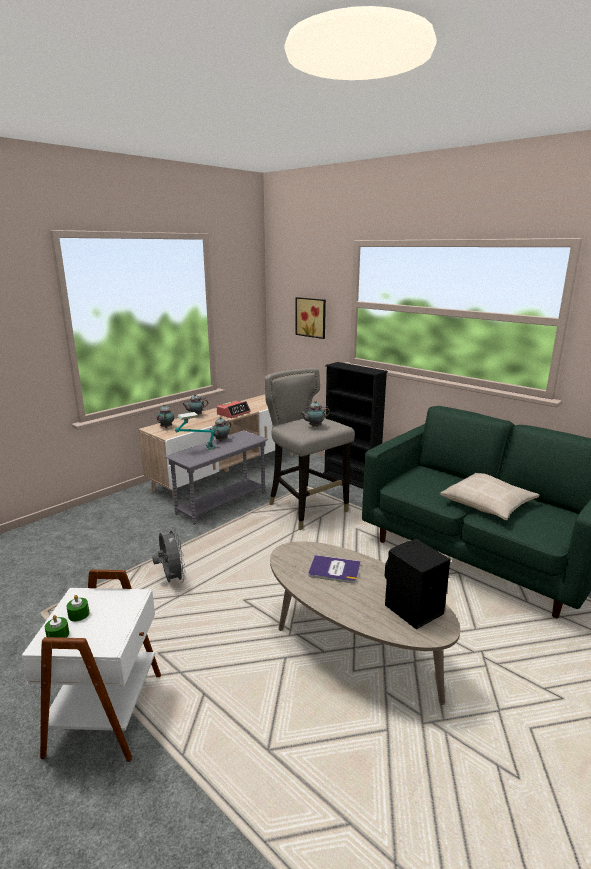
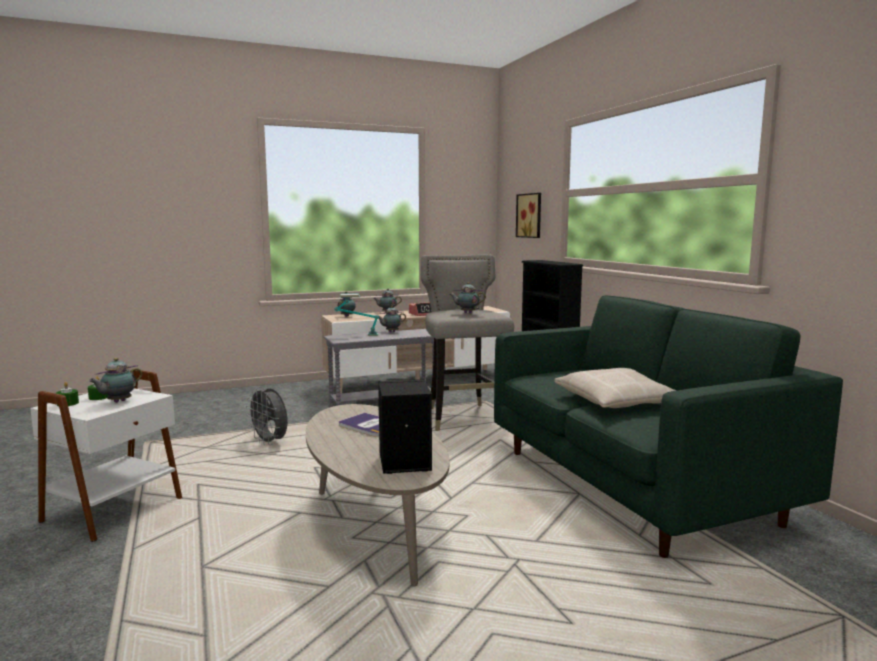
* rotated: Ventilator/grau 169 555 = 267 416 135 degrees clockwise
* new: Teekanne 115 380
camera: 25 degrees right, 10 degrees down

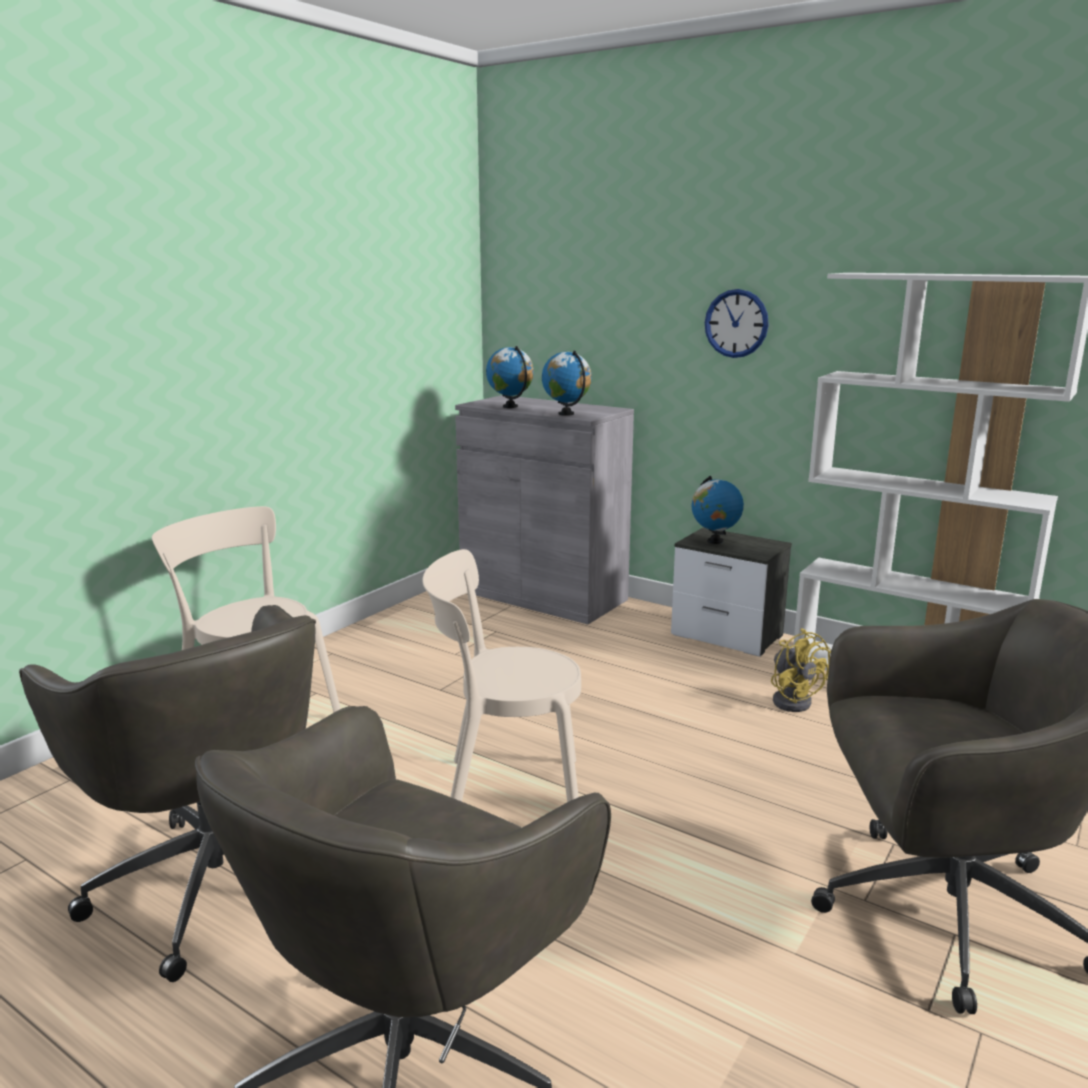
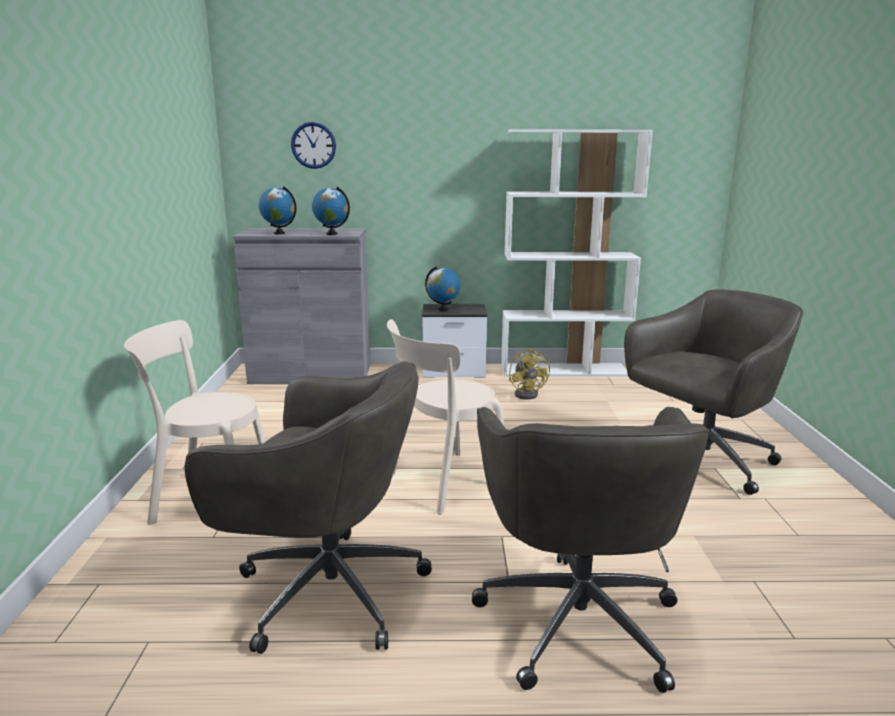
* shifted: Wanduhr 737 323 to 313 145
* rotated: Ventilator/gelb 801 670 = 529 374 45 degrees clockwise
camera: 35 degrees left, 0 degrees up

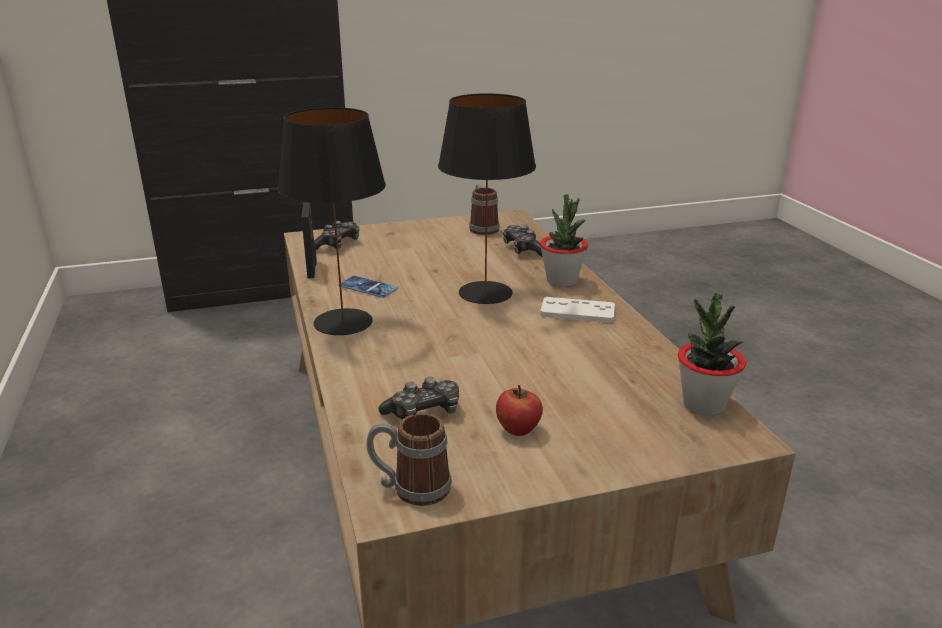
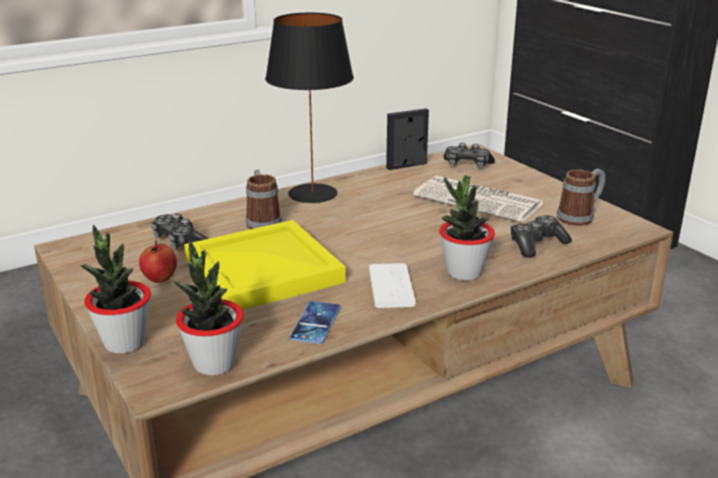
* gone: Tischlampe/schwarz 487 198
* shifted: Handy 369 287 to 315 322
* shifted: Henkelbecher 409 459 to 264 199
* new: Zeitung 478 199
* new: Tablett/gelb 265 265
* new: Topfpflanze 115 289
camera: 75 degrees right, 0 degrees up

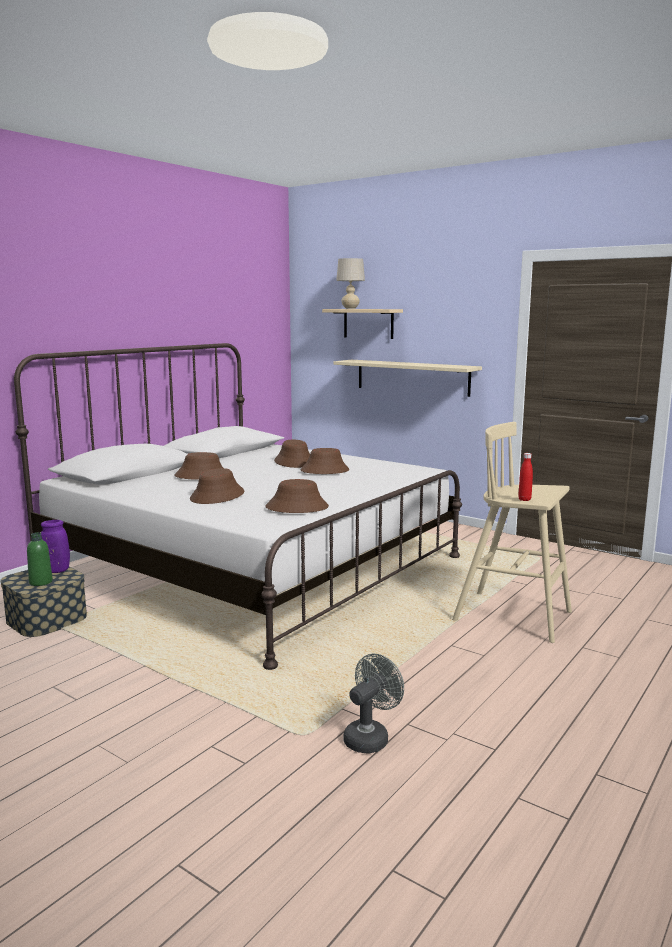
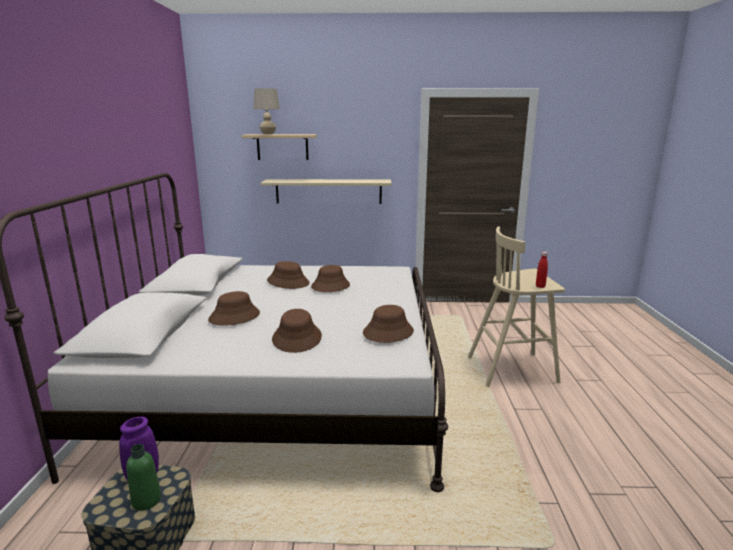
* gone: Ventilator/grau 374 704
camera: 35 degrees left, 5 degrees up

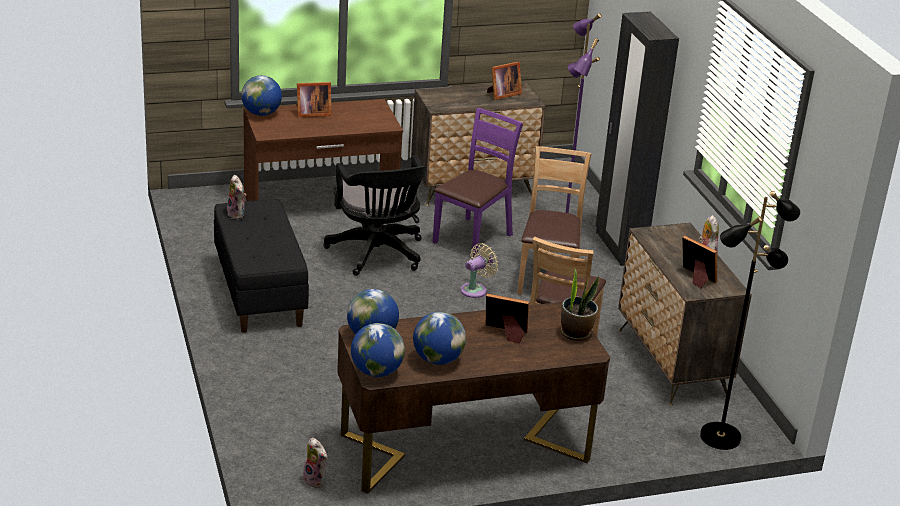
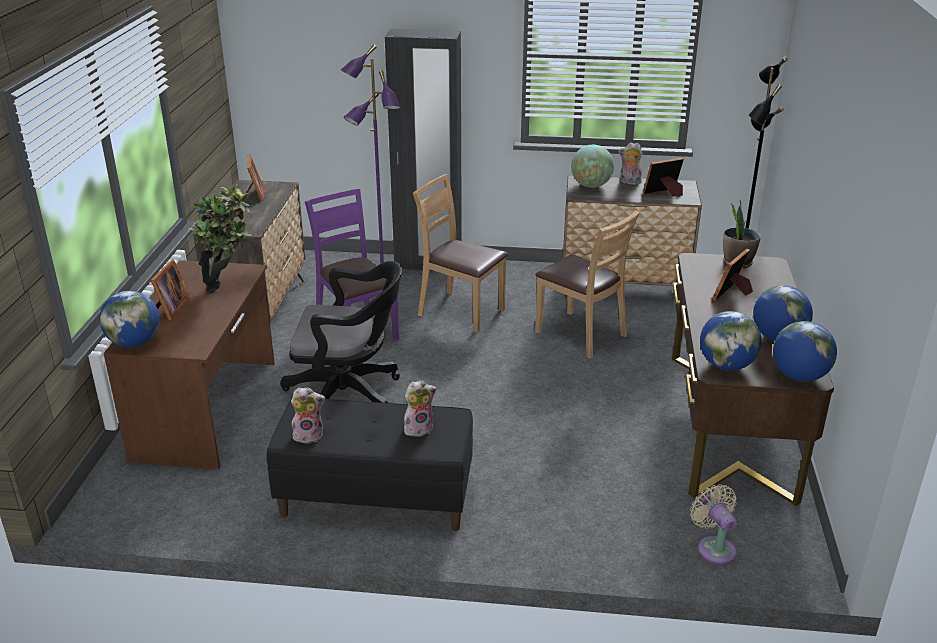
* shifted: Ventilator/beige 479 270 to 713 524
* shifted: Plüschtier 315 463 to 420 408
* new: Globus 592 166
* new: Topfpflanze 220 239
camera: 65 degrees left, 0 degrees up

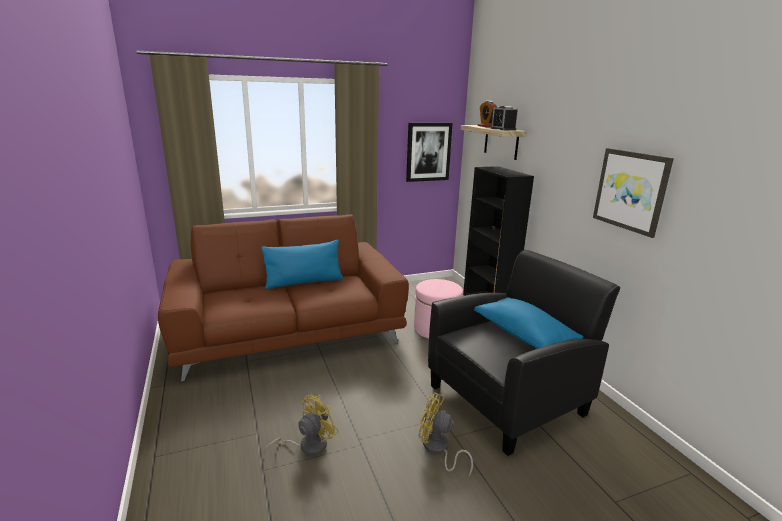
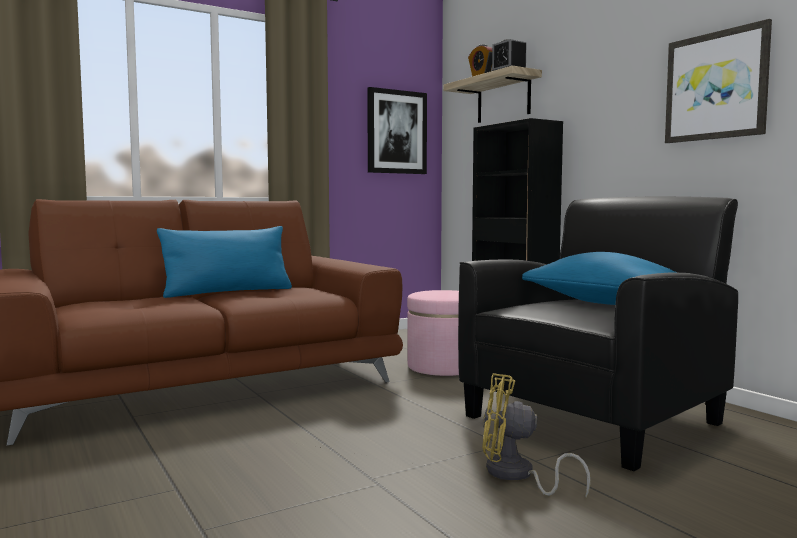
* gone: Ventilator/gelb 301 424
camera: 10 degrees left, 15 degrees down

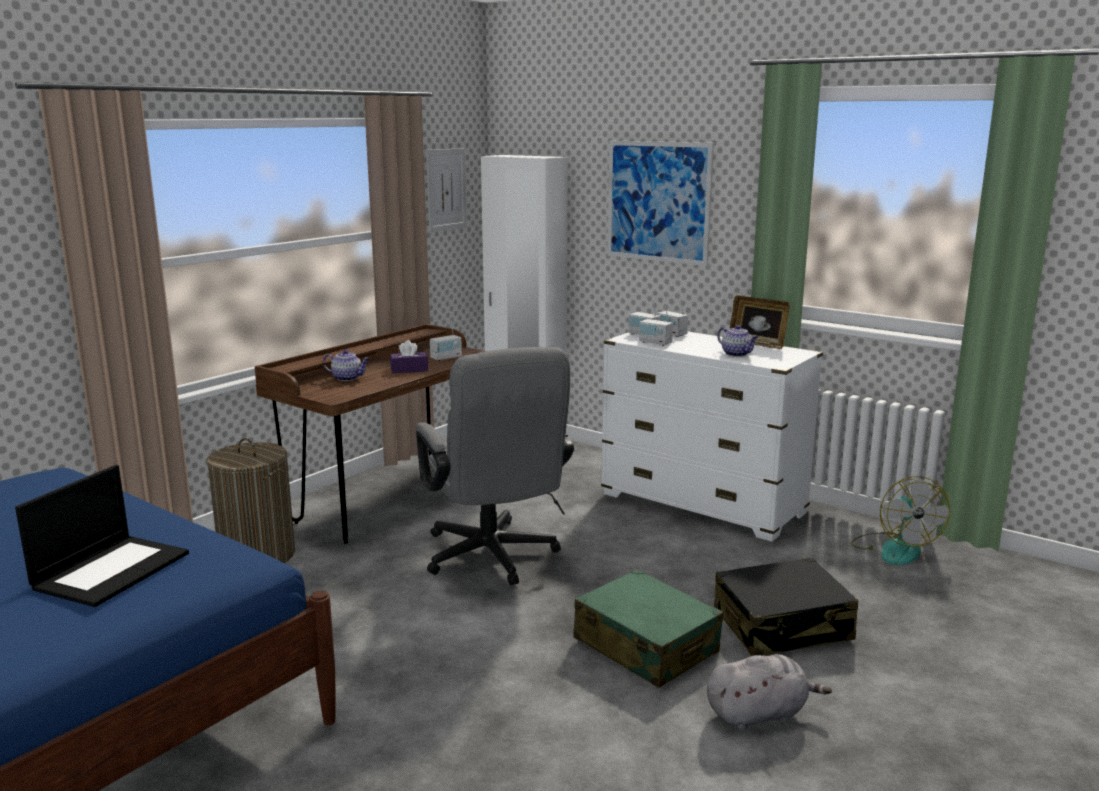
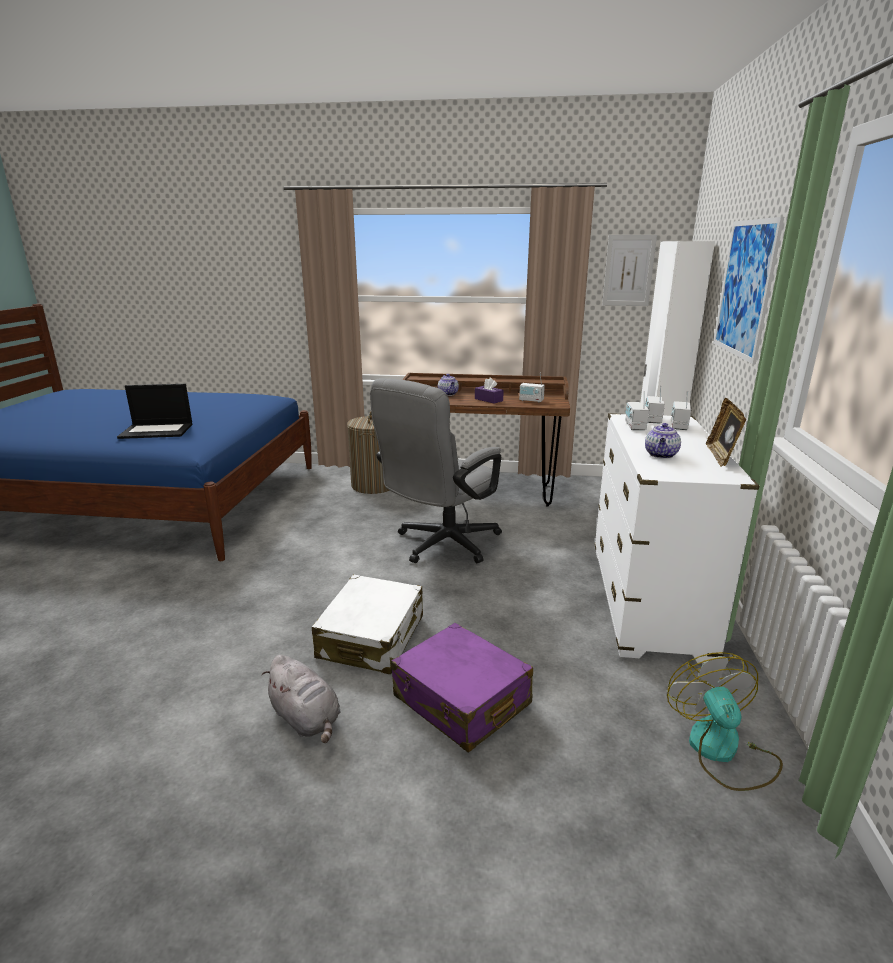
* rotated: Ventilator 900 520 = 725 721 120 degrees clockwise
* repainted: Koffer/schwarz 786 606 to Koffer/lila 462 688
* repainted: Koffer/grün 648 628 to Koffer/weiß 367 624
camera: 60 degrees right, 5 degrees up

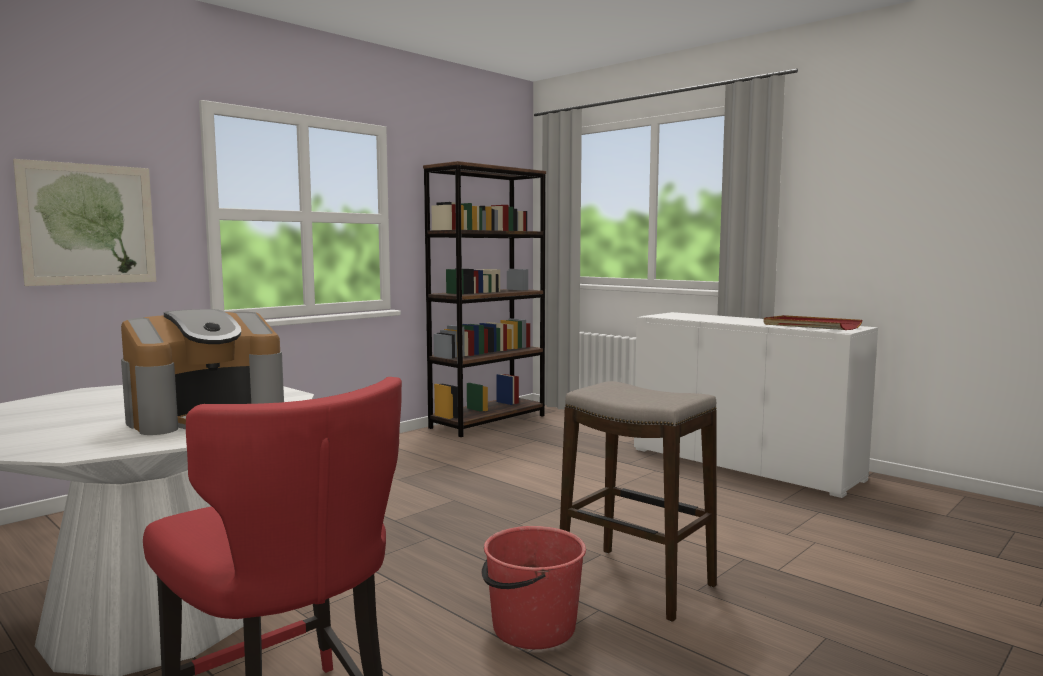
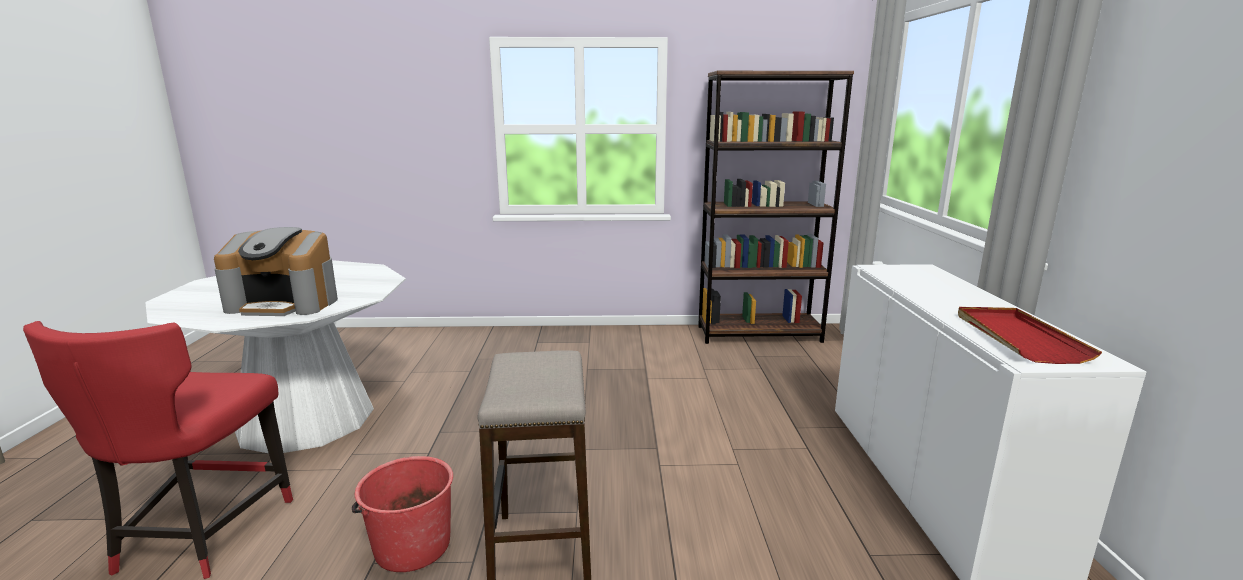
* gone: Bild 84 222
camera: 45 degrees right, 10 degrees up

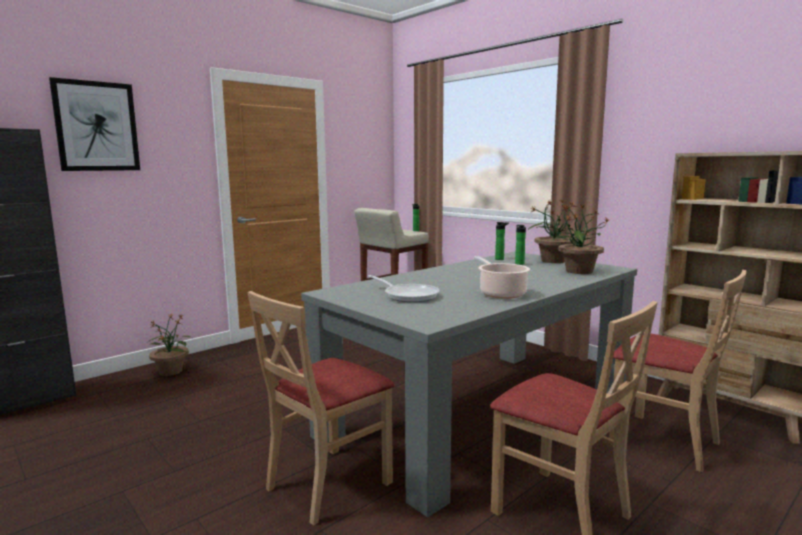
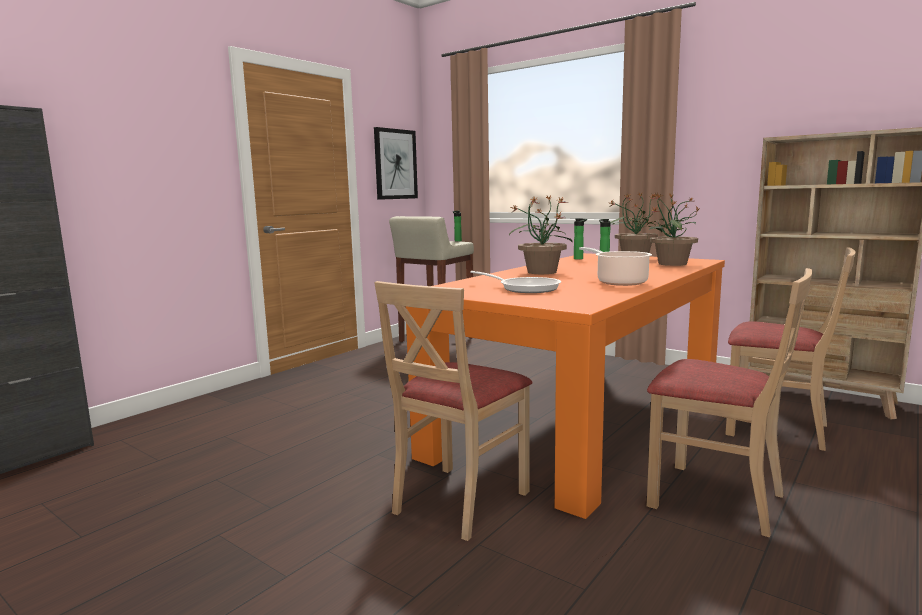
* shifted: Bild 94 124 to 396 163
* repainted: Esstisch/grau 469 384 to Esstisch/orange 565 386
* shifted: Topfpflanze 170 345 to 540 235
camera: 10 degrees left, 0 degrees up

